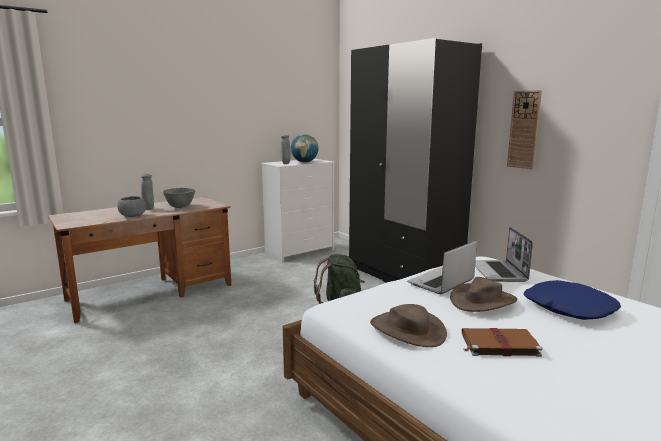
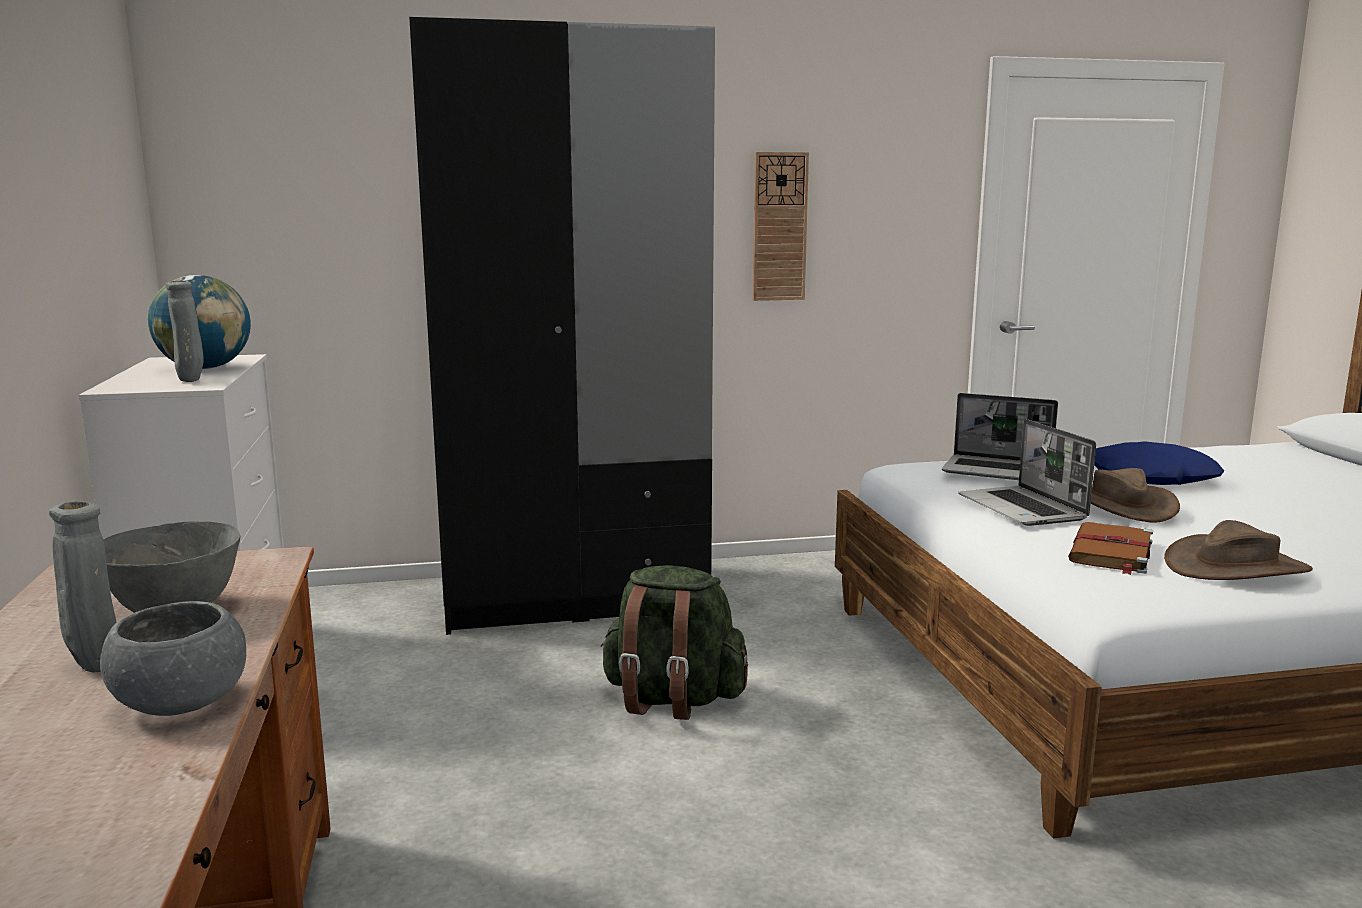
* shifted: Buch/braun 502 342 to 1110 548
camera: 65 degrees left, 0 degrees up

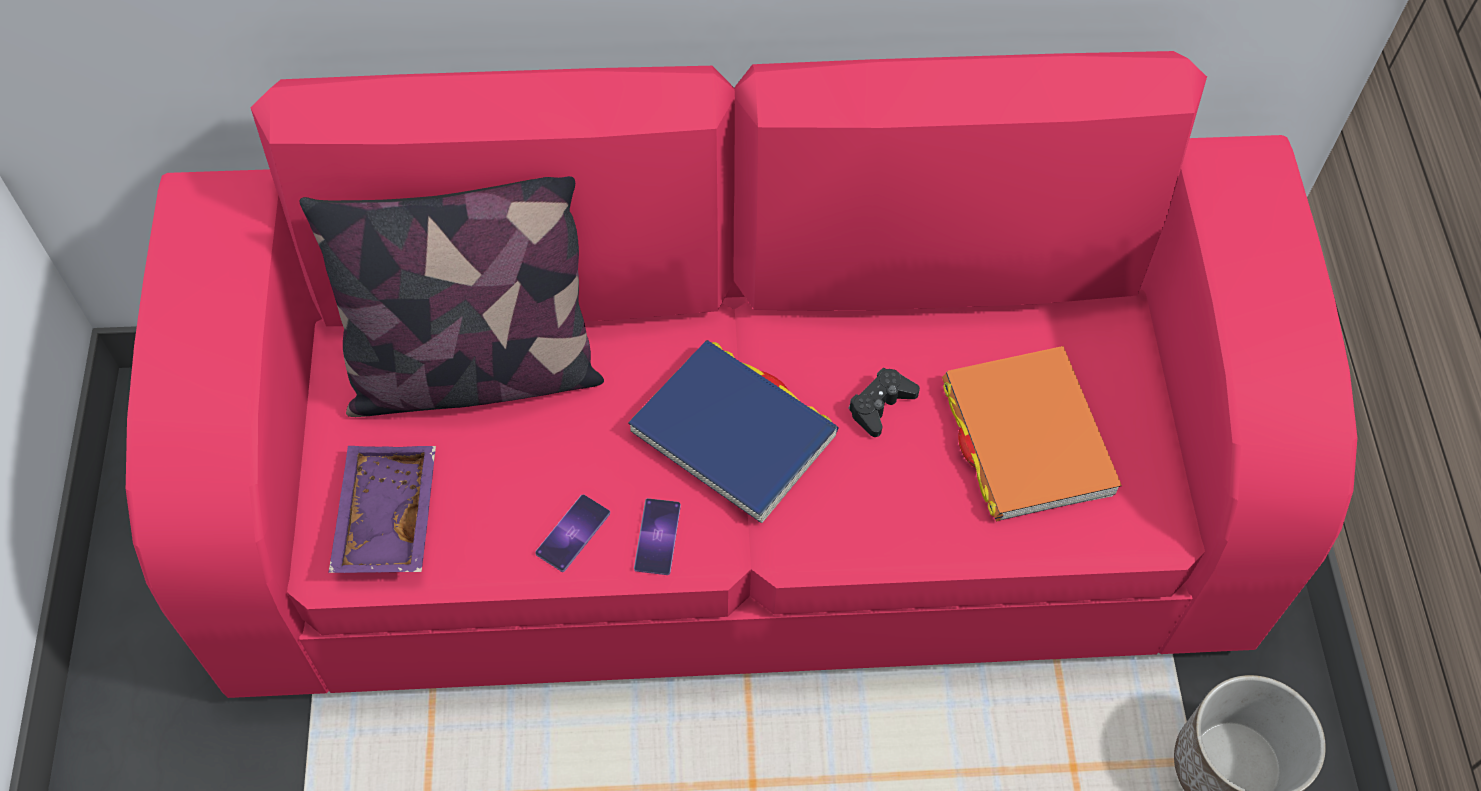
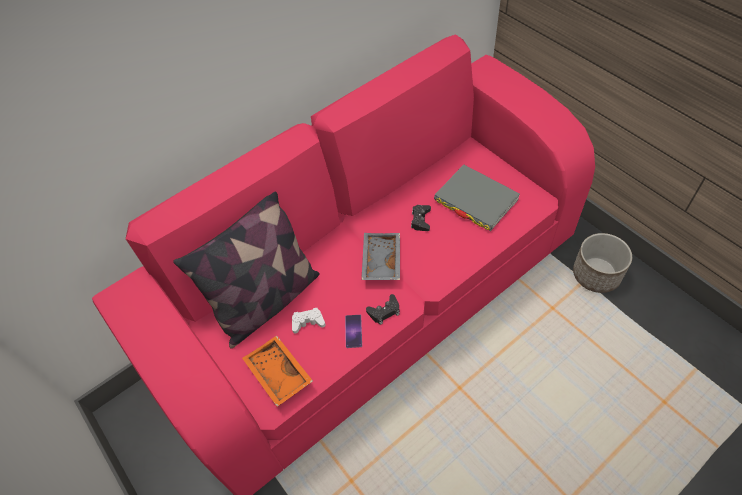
* swapped: Buch/blau 733 431 to Tablett/grau 380 256
* repainted: Buch/orange 1032 433 to Buch/grau 477 198
* repainted: Tablett/lila 382 509 to Tablett/orange 277 371
* swapped: Handy 657 536 to Gamepad/schwarz 383 309
* new: Gamepad/weiß 308 321
camera: 30 degrees left, 5 degrees down

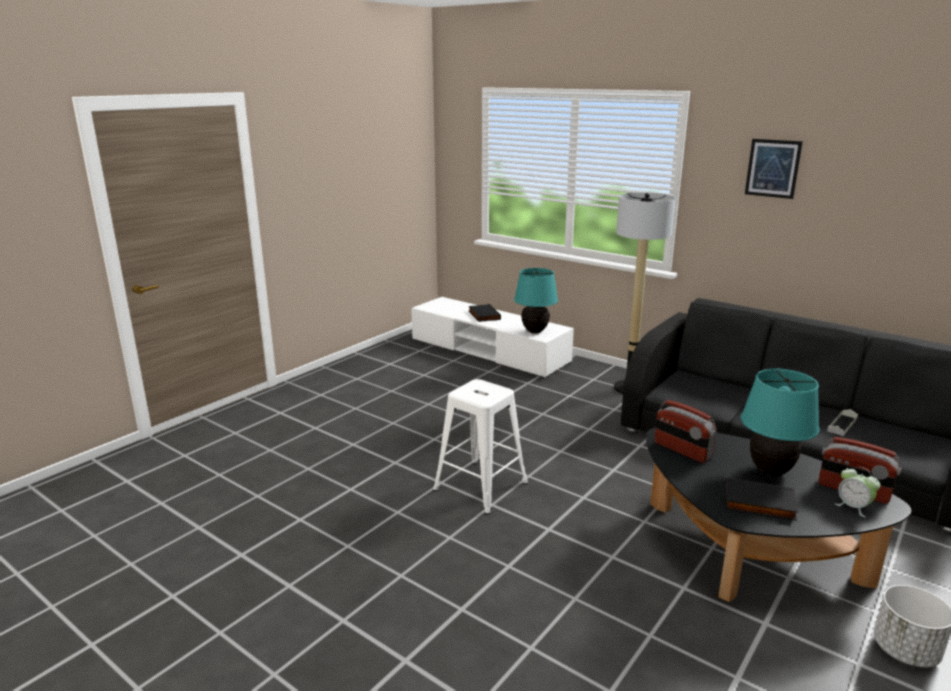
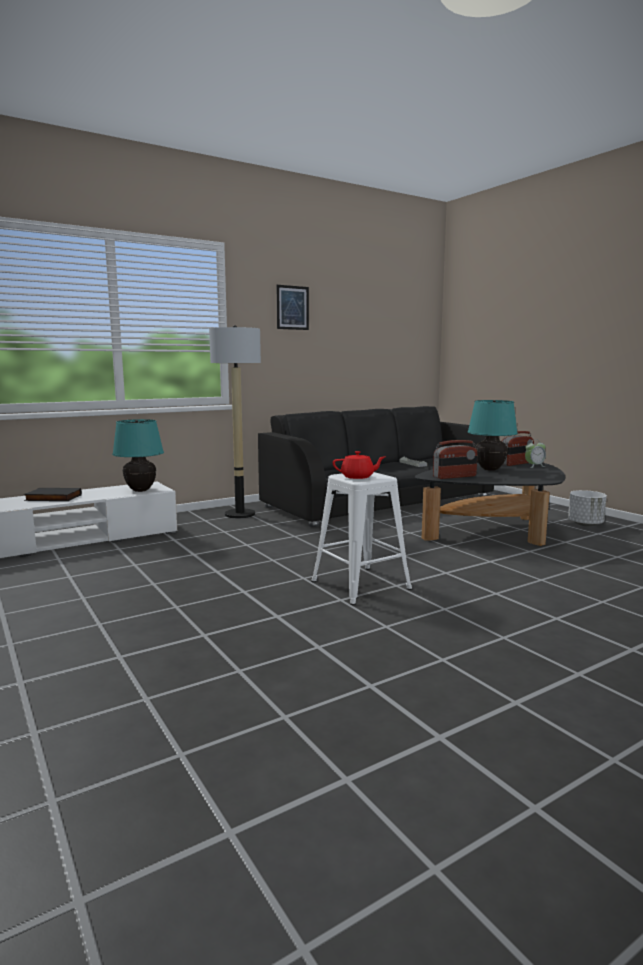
* gone: Buch/schwarz 762 499
* new: Teekanne/rot 359 465
camera: 70 degrees left, 10 degrees down

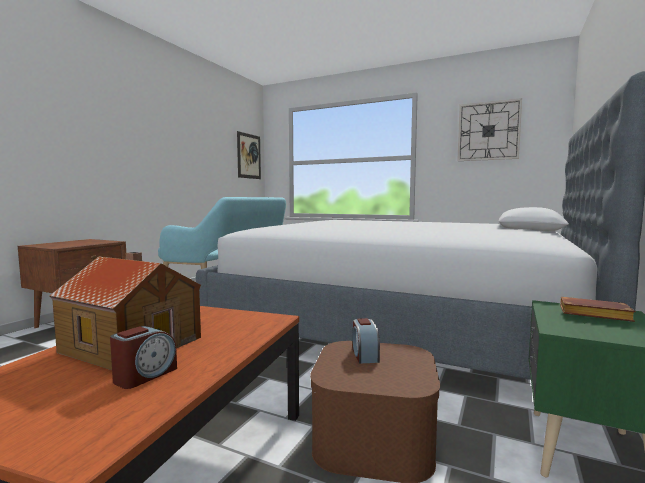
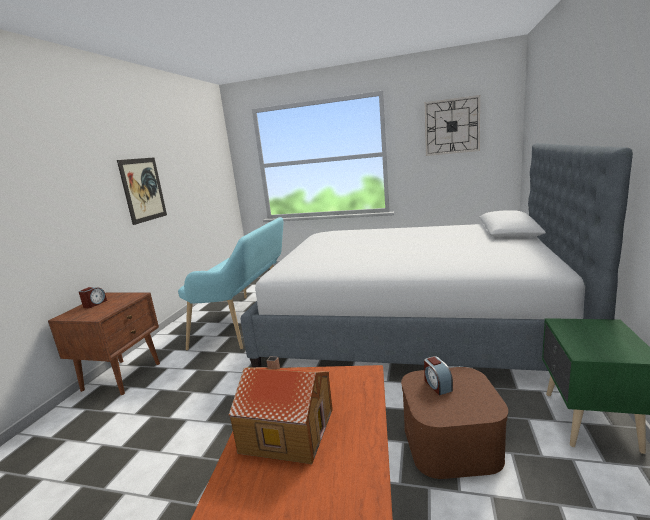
* shifted: Bild 249 155 to 142 191
* gone: Buch/braun 598 309
* shifted: Wecker 143 357 to 93 297
camera: 10 degrees left, 10 degrees up

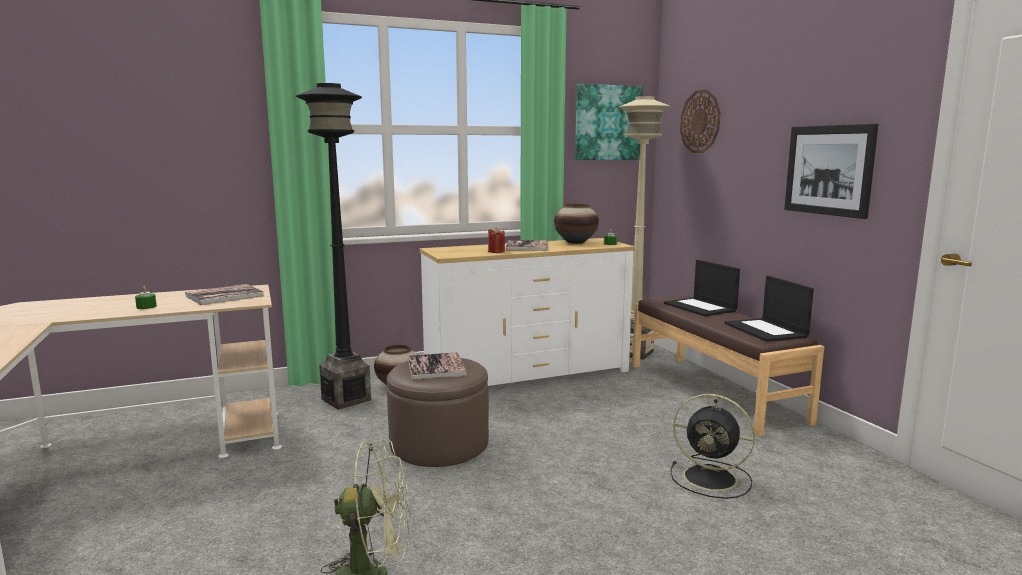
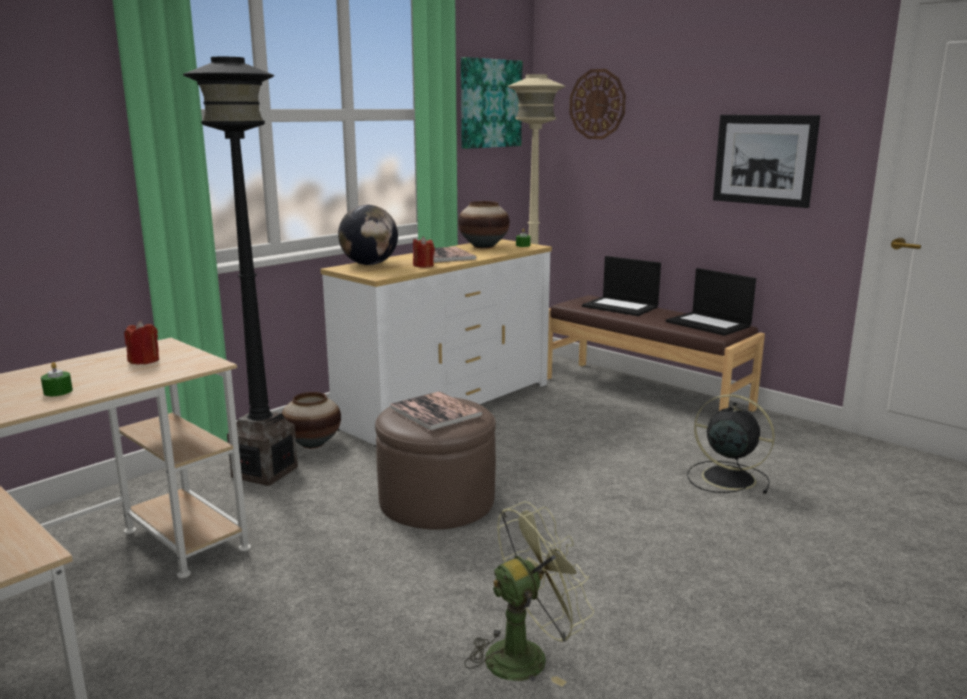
* swapped: Buch 224 294 to Kerze/rot 141 343
* rotated: Ventilator/schwarz 712 446 = 731 444 150 degrees counterclockwise
* new: Globus 368 235
camera: 25 degrees left, 5 degrees up

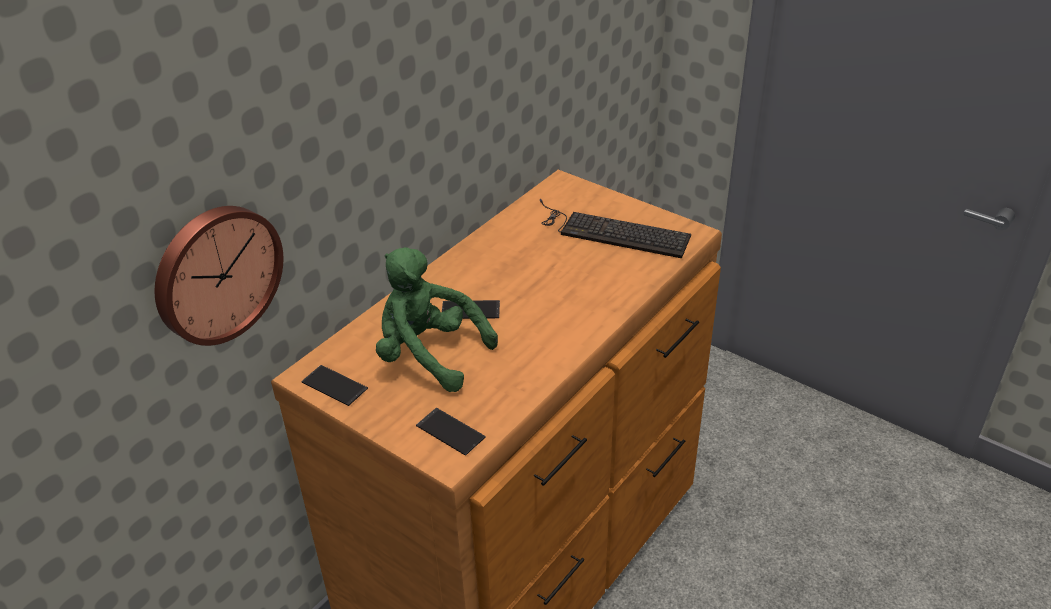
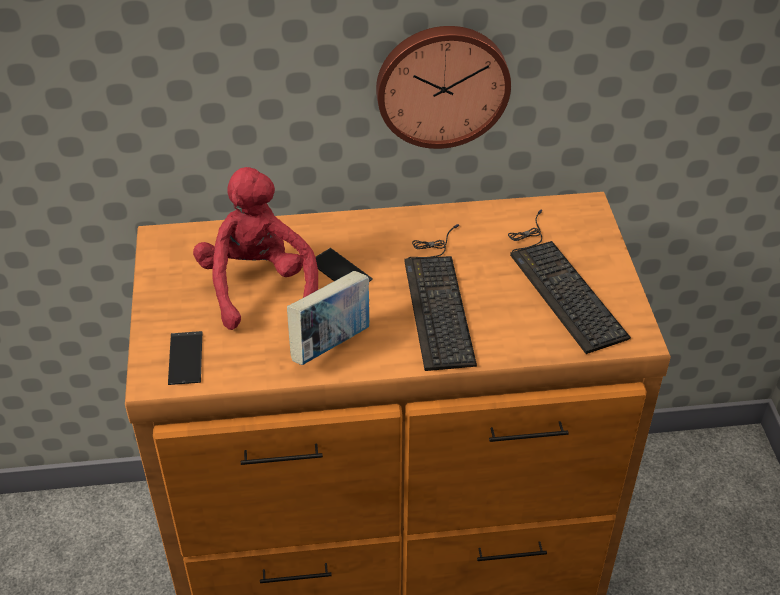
* shifted: Wanduhr 219 276 to 443 87
* repainted: Plüschtier/grün 437 319 to Plüschtier/rot 255 248
* gone: Handy 334 385
* new: Tastatur 440 297
* new: Buch 328 318
camera: 45 degrees right, 5 degrees up

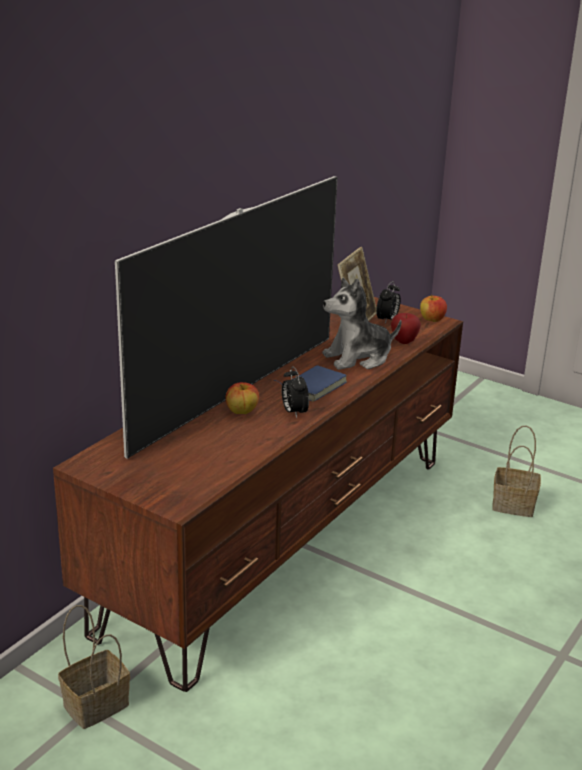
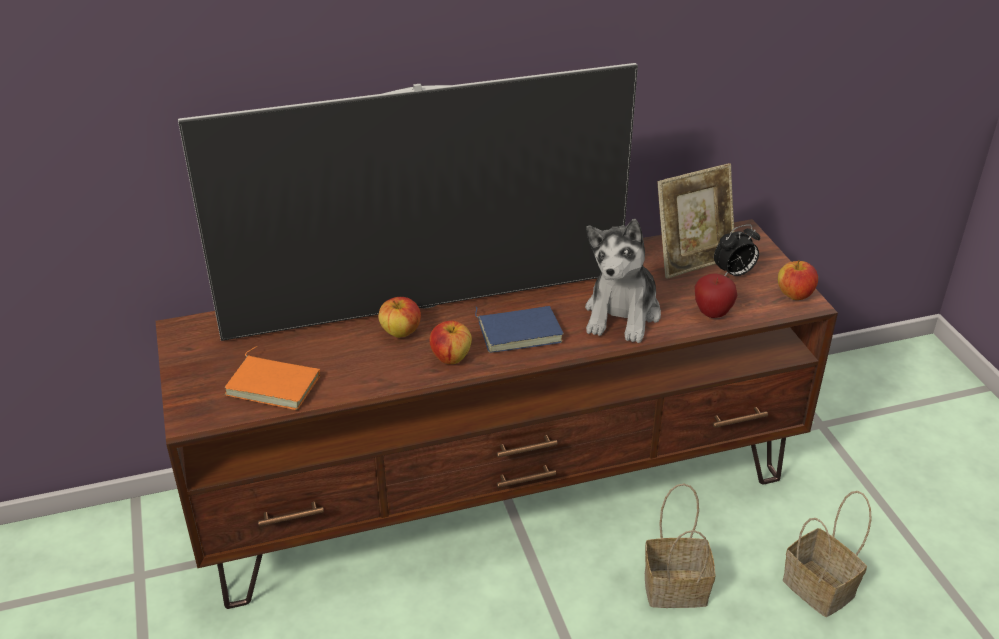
* rotated: Plüschtier 362 324 = 623 281 90 degrees counterclockwise
* swapped: Wecker 295 392 to Apfel 451 342
* shifted: Korb 94 667 to 680 546
* new: Buch/orange 272 378
camera: 40 degrees right, 10 degrees up

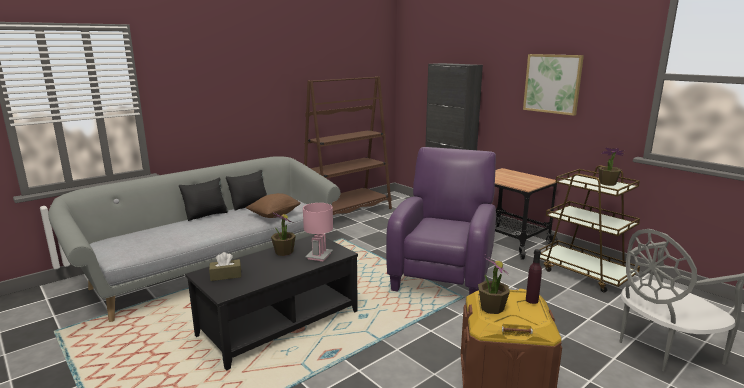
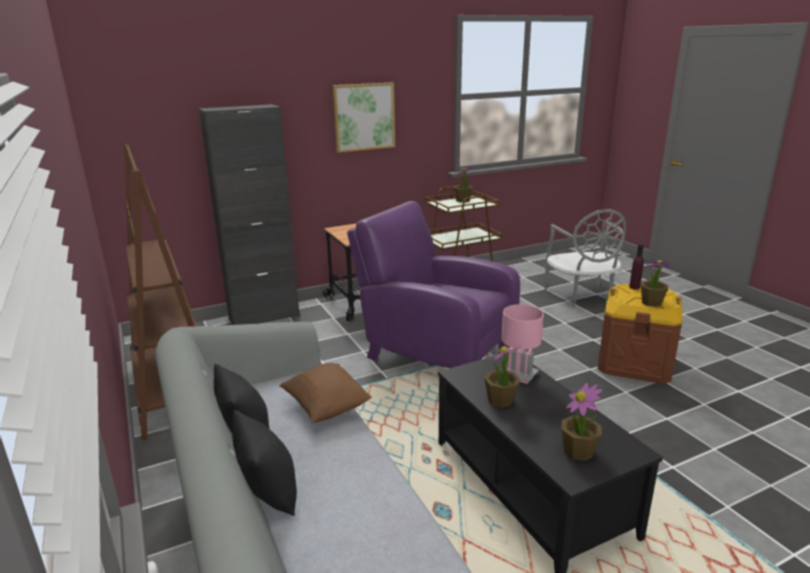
* swapped: Taschentuchbox/braun 225 266 to Topfpflanze 581 422
camera: 75 degrees left, 5 degrees up

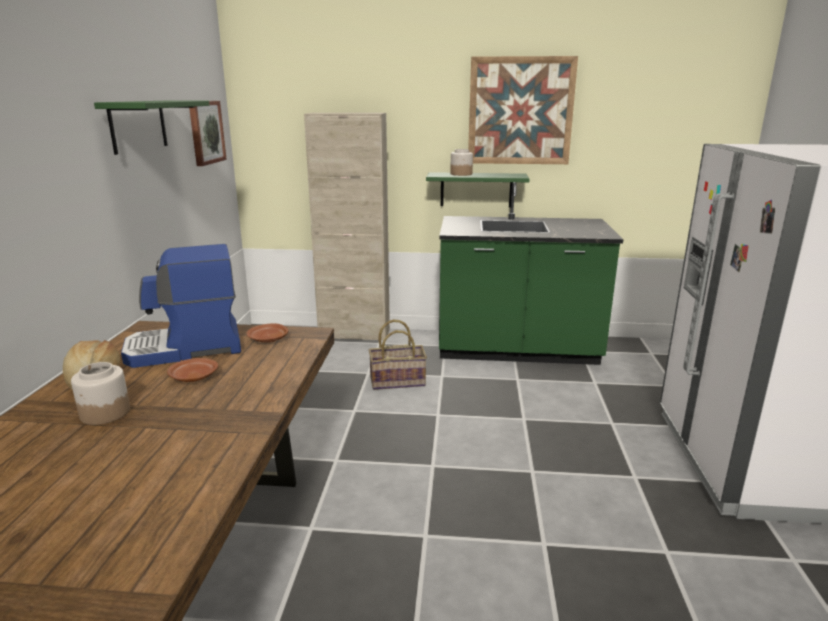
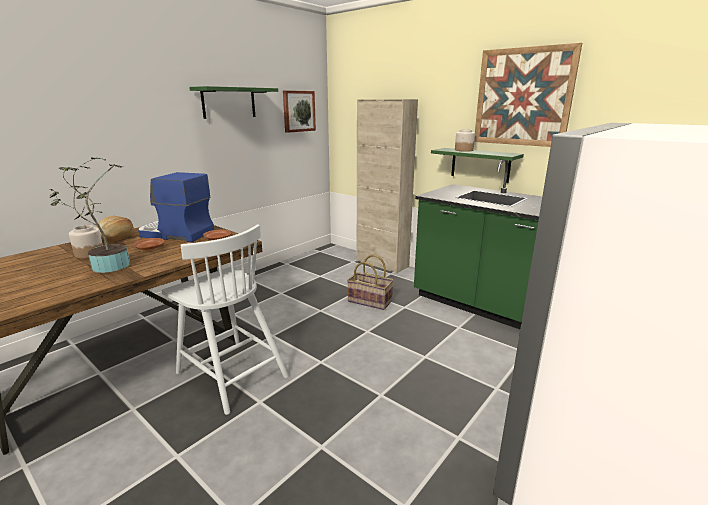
* new: Topfpflanze 90 215
* new: Stuhl/weiß 225 320
camera: 35 degrees right, 0 degrees up

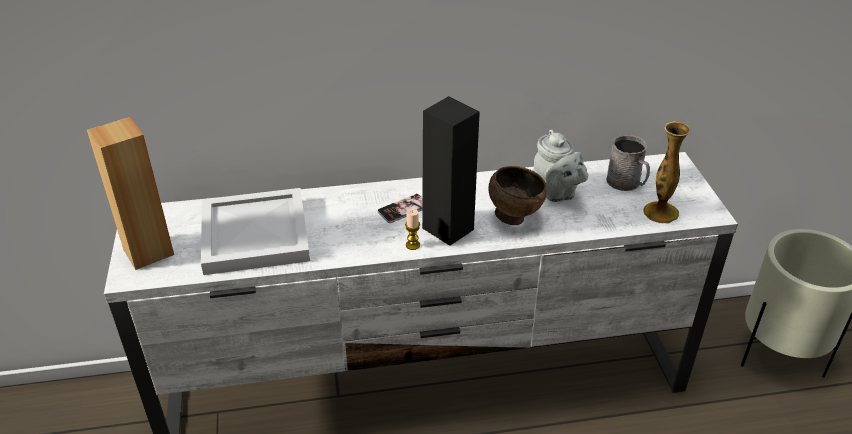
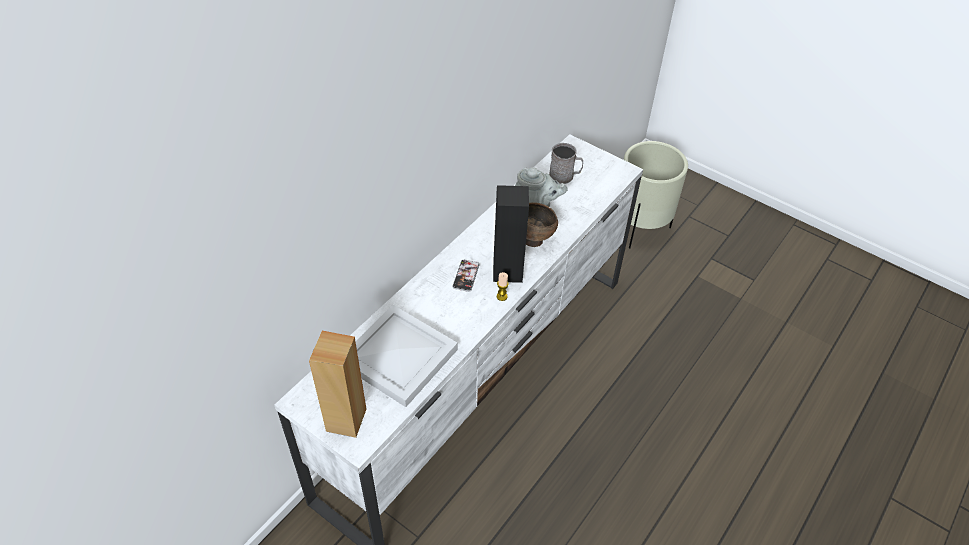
* gone: Vase 666 172
camera: 45 degrees left, 10 degrees up

